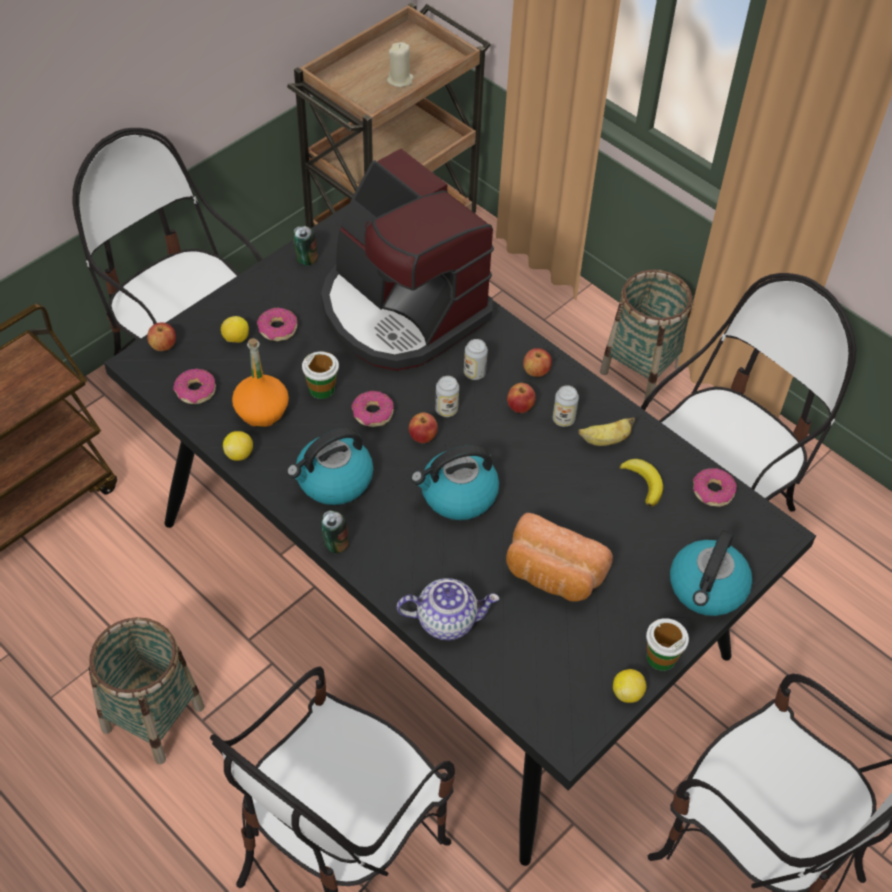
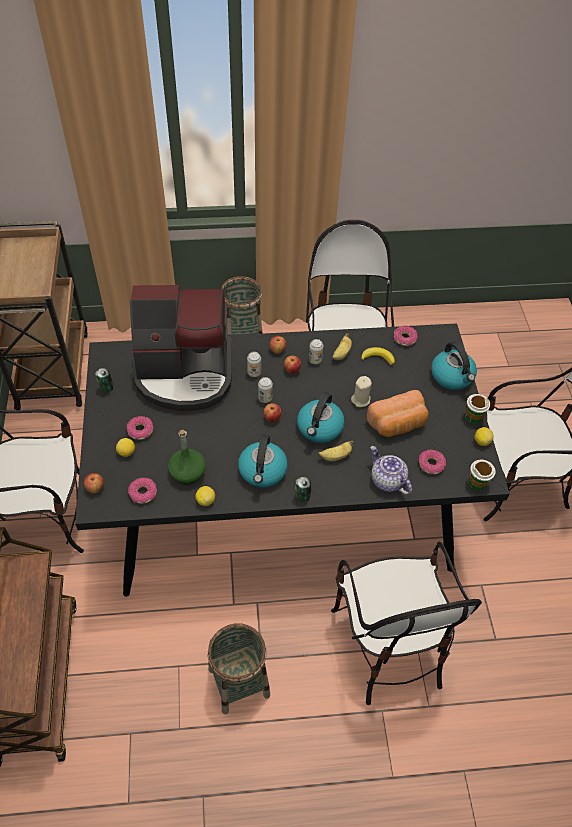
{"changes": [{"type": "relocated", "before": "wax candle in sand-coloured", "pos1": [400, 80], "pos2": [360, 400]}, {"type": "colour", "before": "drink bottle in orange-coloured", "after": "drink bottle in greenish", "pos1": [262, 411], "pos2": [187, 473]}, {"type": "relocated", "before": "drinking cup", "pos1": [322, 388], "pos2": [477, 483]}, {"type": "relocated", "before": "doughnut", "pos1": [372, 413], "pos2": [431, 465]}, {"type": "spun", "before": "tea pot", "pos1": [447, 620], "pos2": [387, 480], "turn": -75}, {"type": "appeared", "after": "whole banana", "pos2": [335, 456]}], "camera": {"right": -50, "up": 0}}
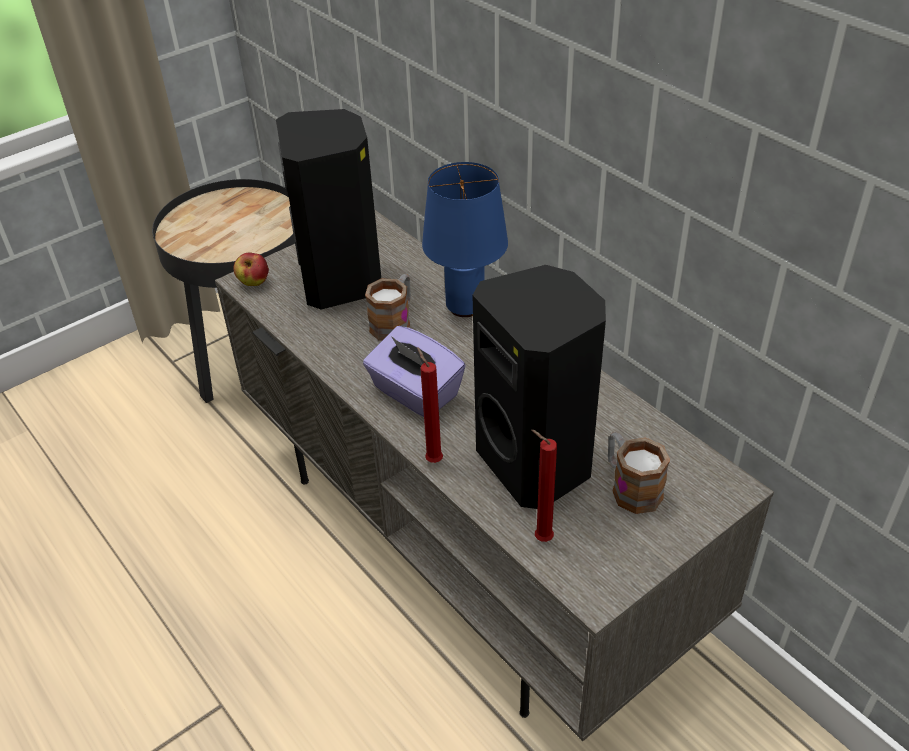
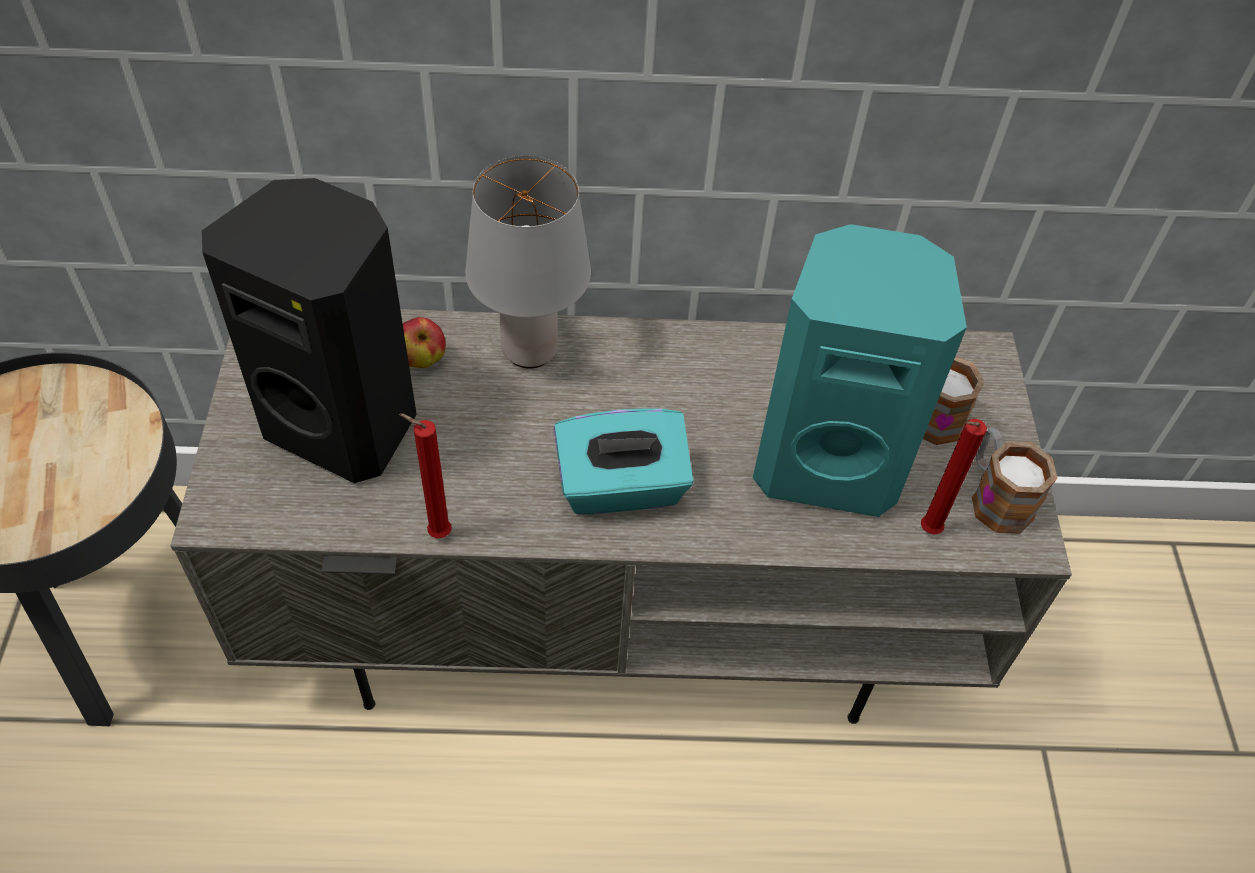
{"changes": [{"type": "colour", "before": "lamp for a table in blue-coloured", "after": "lamp for a table in grey", "pos1": [465, 306], "pos2": [528, 349]}, {"type": "relocated", "before": "apple", "pos1": [254, 283], "pos2": [421, 360]}, {"type": "colour", "before": "loudspeaker in black-coloured", "after": "loudspeaker in turquoise-coloured", "pos1": [538, 463], "pos2": [827, 462]}, {"type": "relocated", "before": "tea mug", "pos1": [394, 322], "pos2": [995, 497]}, {"type": "colour", "before": "box of tissues in purple", "after": "box of tissues in turquoise-coloured", "pos1": [415, 393], "pos2": [621, 488]}, {"type": "relocated", "before": "wax candle in reddish", "pos1": [432, 459], "pos2": [436, 533]}], "camera": {"right": -55, "up": 10}}
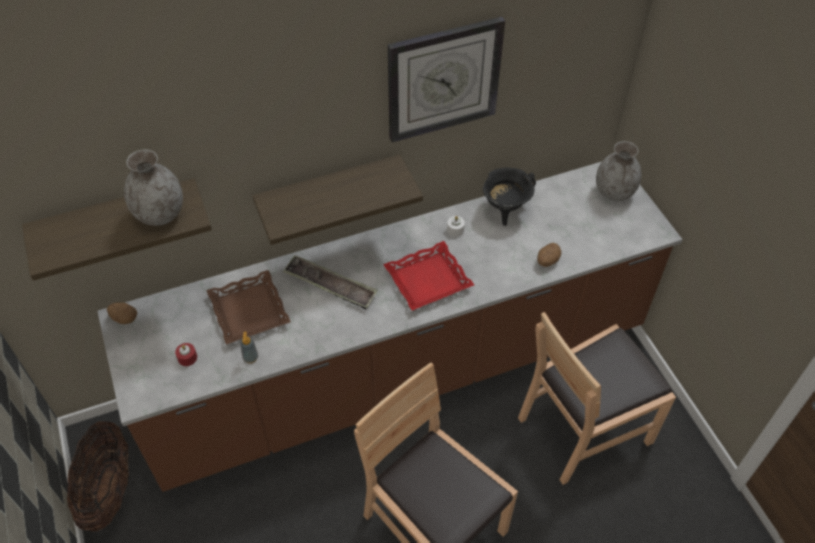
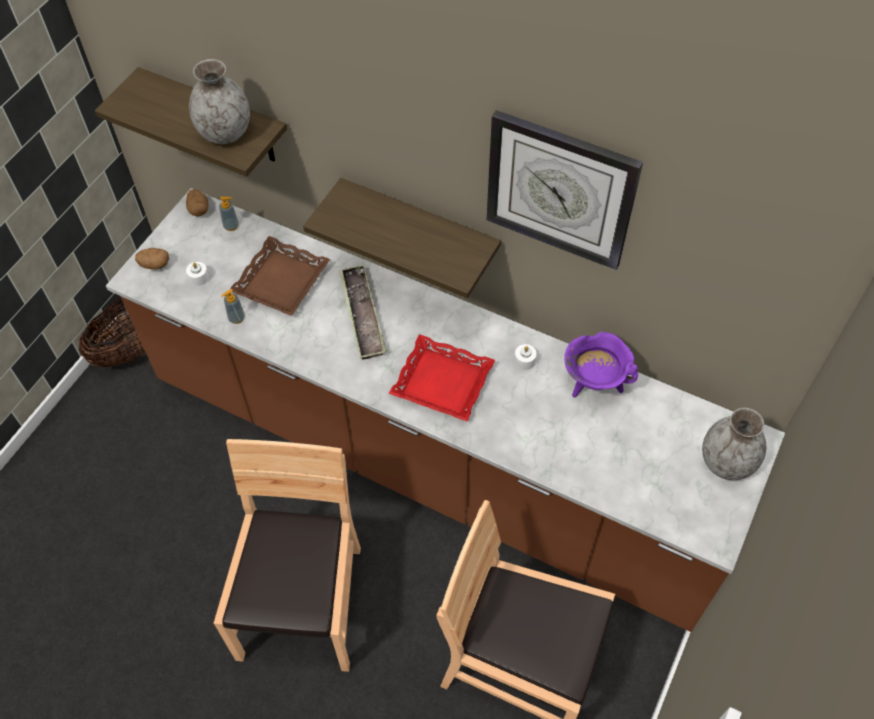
{"changes": [{"type": "colour", "before": "cooking pot in black-coloured", "after": "cooking pot in purple", "pos1": [505, 210], "pos2": [594, 383]}, {"type": "relocated", "before": "whole potato", "pos1": [547, 261], "pos2": [154, 265]}, {"type": "colour", "before": "wax candle in reddish", "after": "wax candle in whitish", "pos1": [187, 358], "pos2": [199, 277]}, {"type": "appeared", "after": "soap dispenser", "pos2": [231, 226]}], "camera": {"right": 50, "up": 5}}
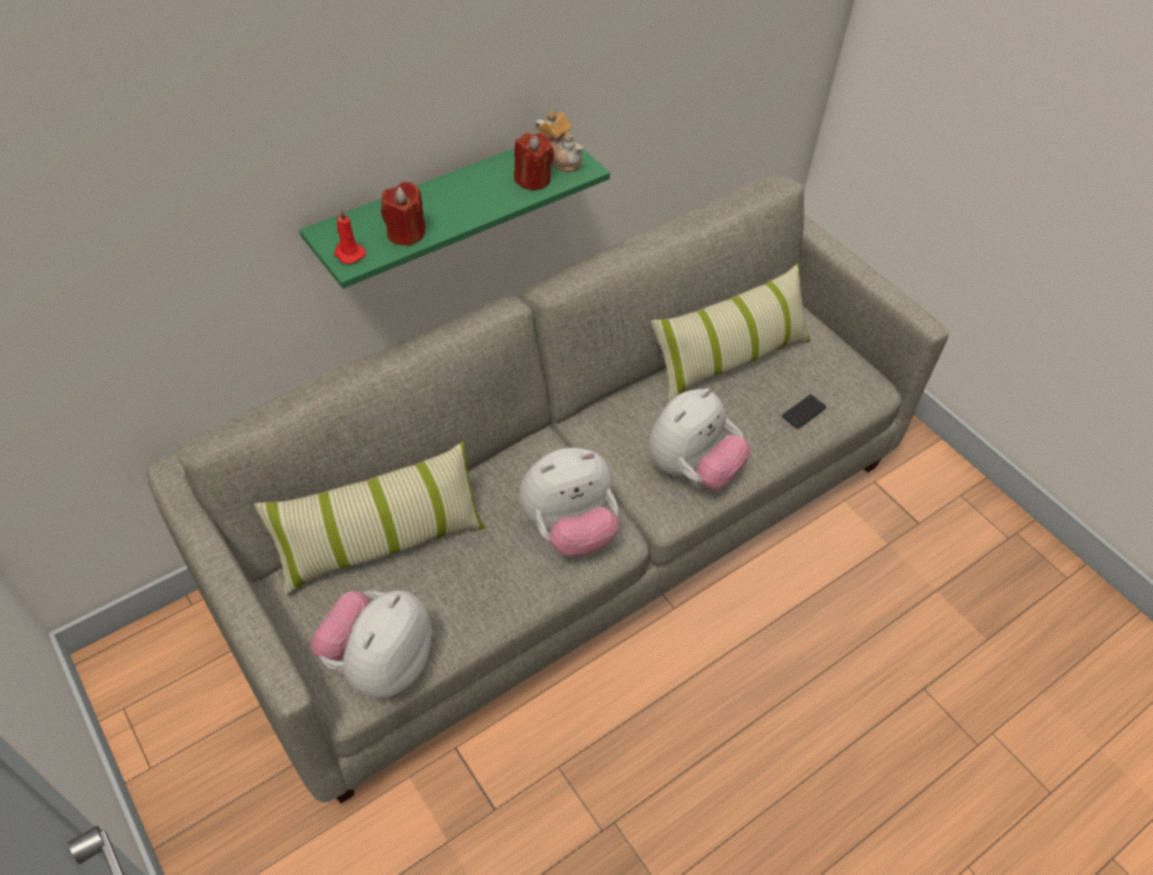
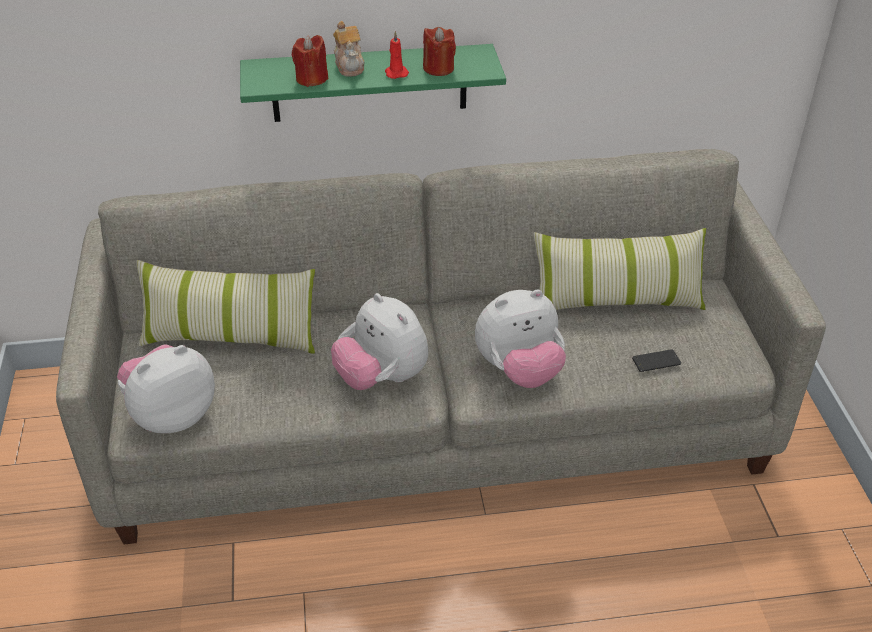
{"changes": [{"type": "relocated", "before": "tea pot", "pos1": [560, 157], "pos2": [350, 66]}, {"type": "relocated", "before": "wax candle in reddish", "pos1": [348, 253], "pos2": [396, 73]}, {"type": "spun", "before": "plush toy", "pos1": [569, 528], "pos2": [382, 378], "turn": 45}], "camera": {"right": 30, "up": -10}}
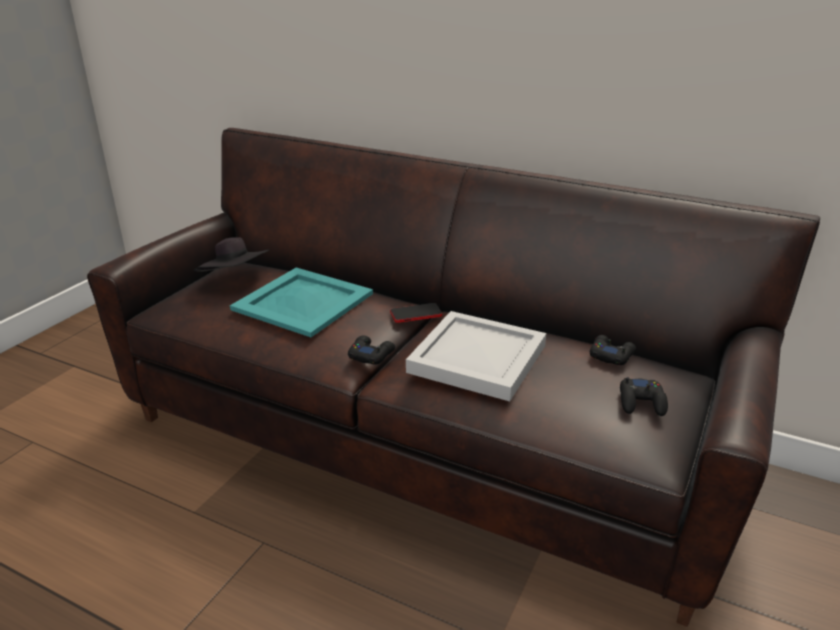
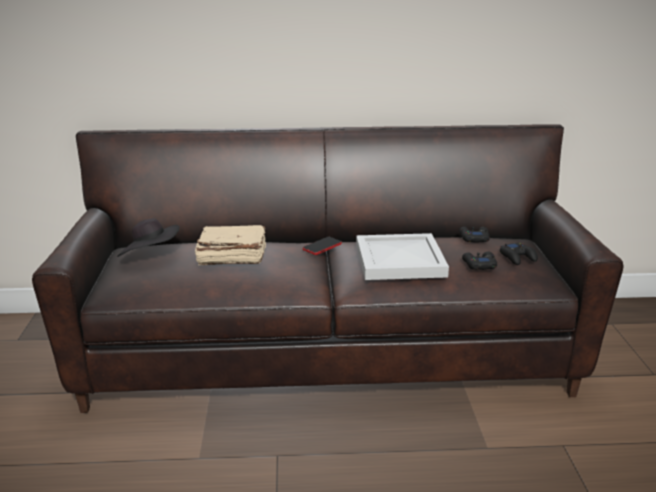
{"changes": [{"type": "exchanged", "before": "carrying tray in turquoise-coloured", "after": "book in sand-coloured", "pos1": [303, 301], "pos2": [231, 257]}, {"type": "relocated", "before": "gamepad in black-coloured", "pos1": [371, 355], "pos2": [479, 265]}], "camera": {"right": -30, "up": -5}}
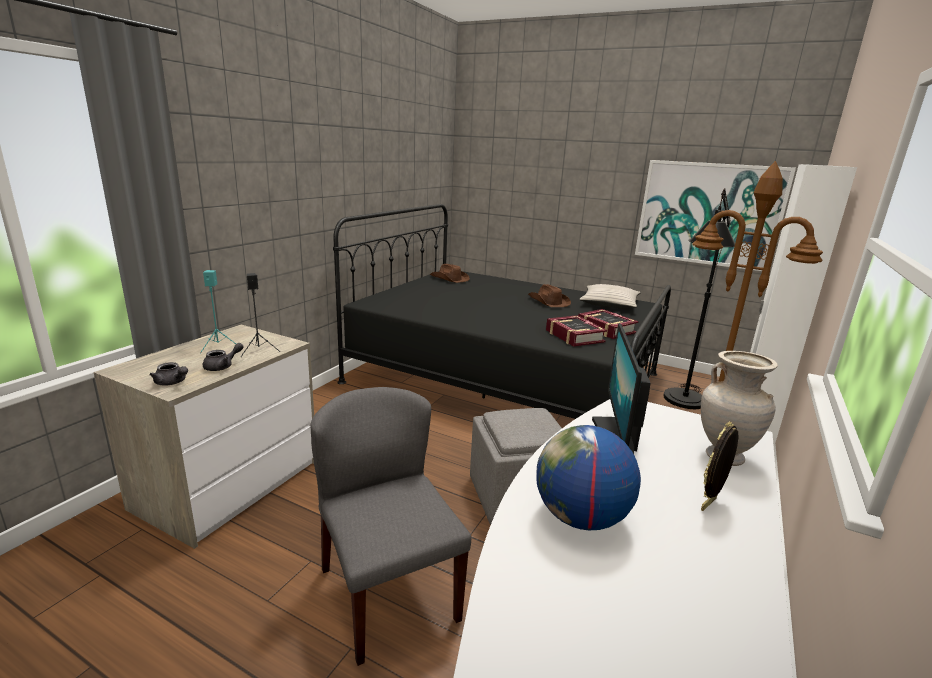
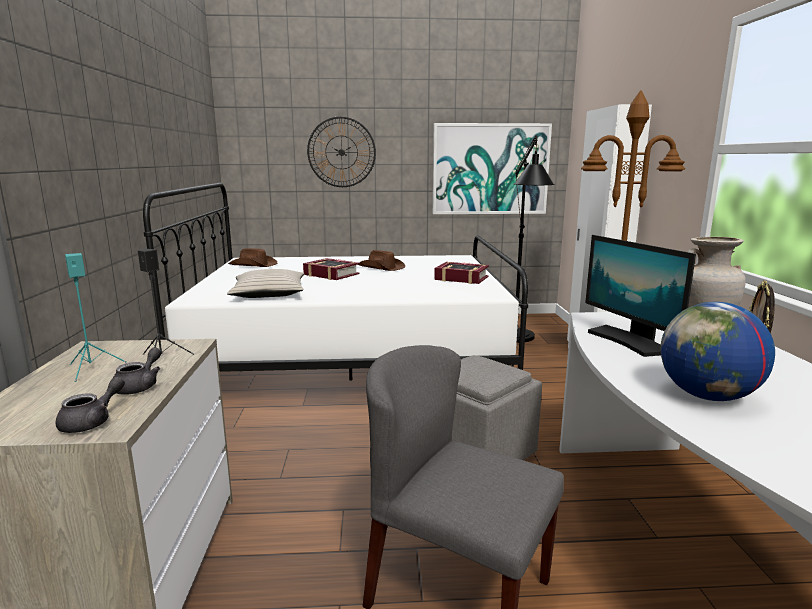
{"changes": [{"type": "colour", "before": "bed in black-coloured", "after": "bed in whitish", "pos1": [505, 378], "pos2": [353, 357]}, {"type": "relocated", "before": "pillow in sand-coloured", "pos1": [609, 304], "pos2": [269, 293]}, {"type": "relocated", "before": "book", "pos1": [574, 336], "pos2": [331, 274]}, {"type": "spun", "before": "tea pot in grey", "pos1": [172, 383], "pos2": [92, 422], "turn": -60}, {"type": "appeared", "after": "clock on the wall", "pos2": [341, 152]}], "camera": {"right": -30, "up": -5}}
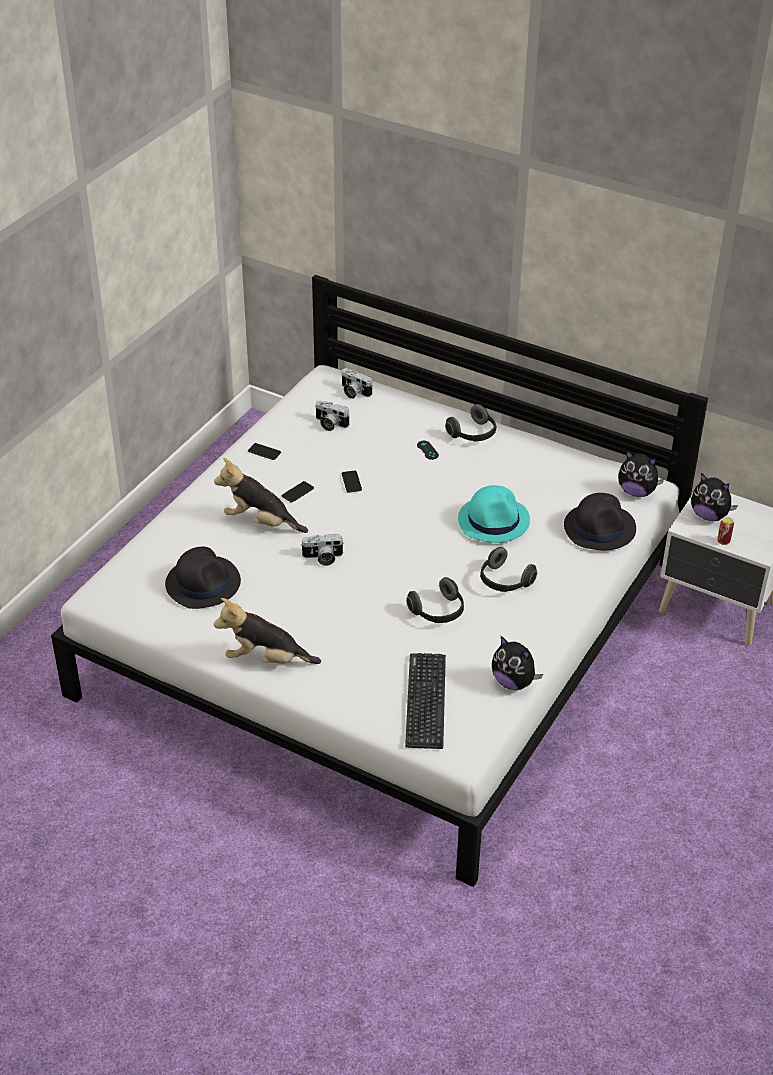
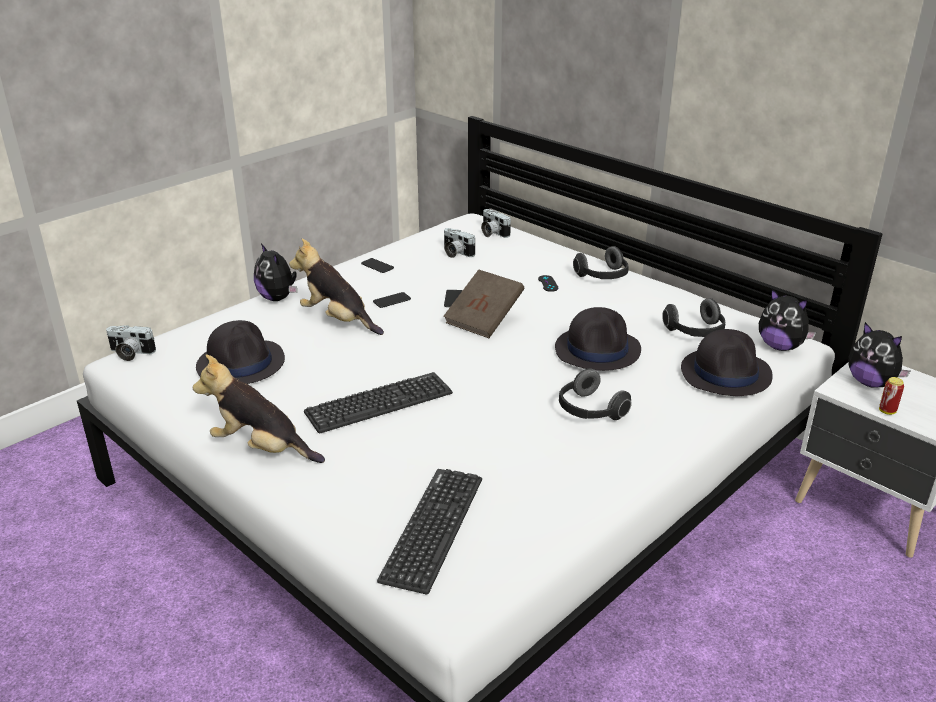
{"changes": [{"type": "colour", "before": "clothing hat in turquoise-coloured", "after": "clothing hat in black-coloured", "pos1": [494, 520], "pos2": [598, 350]}, {"type": "relocated", "before": "still camera", "pos1": [322, 558], "pos2": [130, 353]}, {"type": "relocated", "before": "headset", "pos1": [438, 612], "pos2": [695, 332]}, {"type": "relocated", "before": "plush toy", "pos1": [513, 682], "pos2": [278, 298]}, {"type": "appeared", "after": "book in brownish", "pos2": [484, 319]}, {"type": "appeared", "after": "keyboard", "pos2": [379, 403]}], "camera": {"right": 15, "up": -10}}
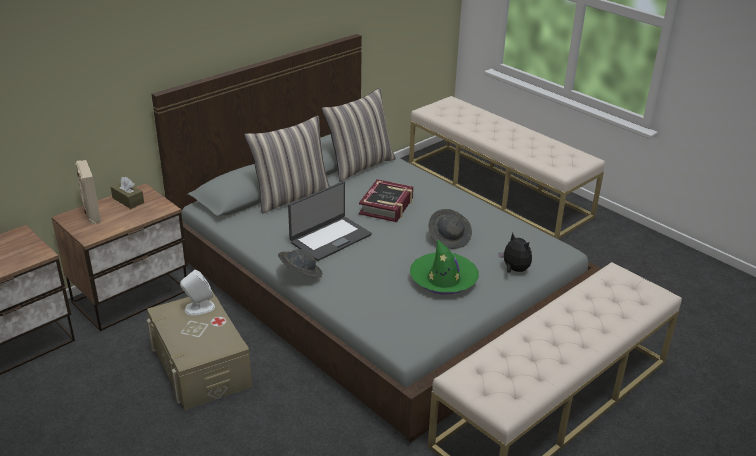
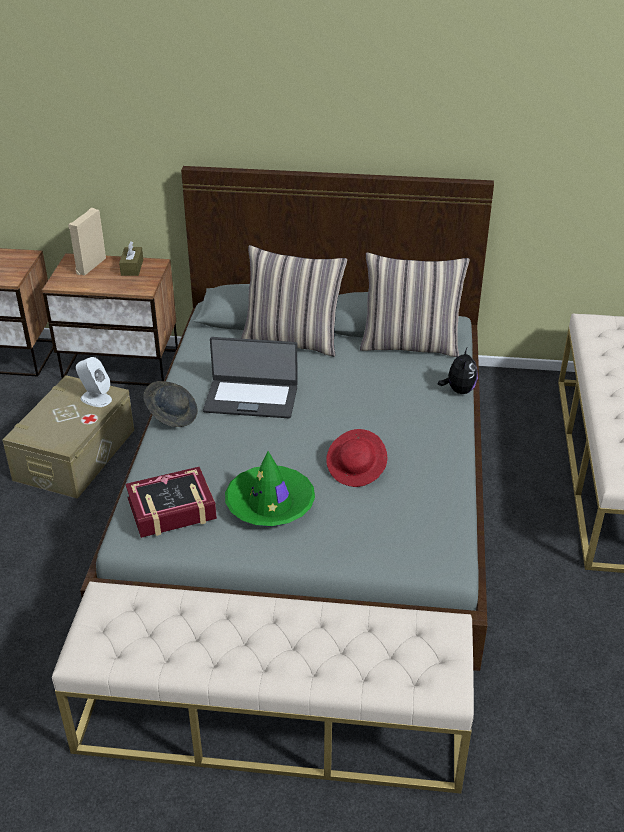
{"changes": [{"type": "relocated", "before": "book", "pos1": [387, 206], "pos2": [172, 509]}, {"type": "colour", "before": "clothing hat in grey", "after": "clothing hat in reddish", "pos1": [449, 238], "pos2": [357, 469]}, {"type": "relocated", "before": "plush toy", "pos1": [514, 270], "pos2": [458, 390]}], "camera": {"right": 50, "up": 5}}
